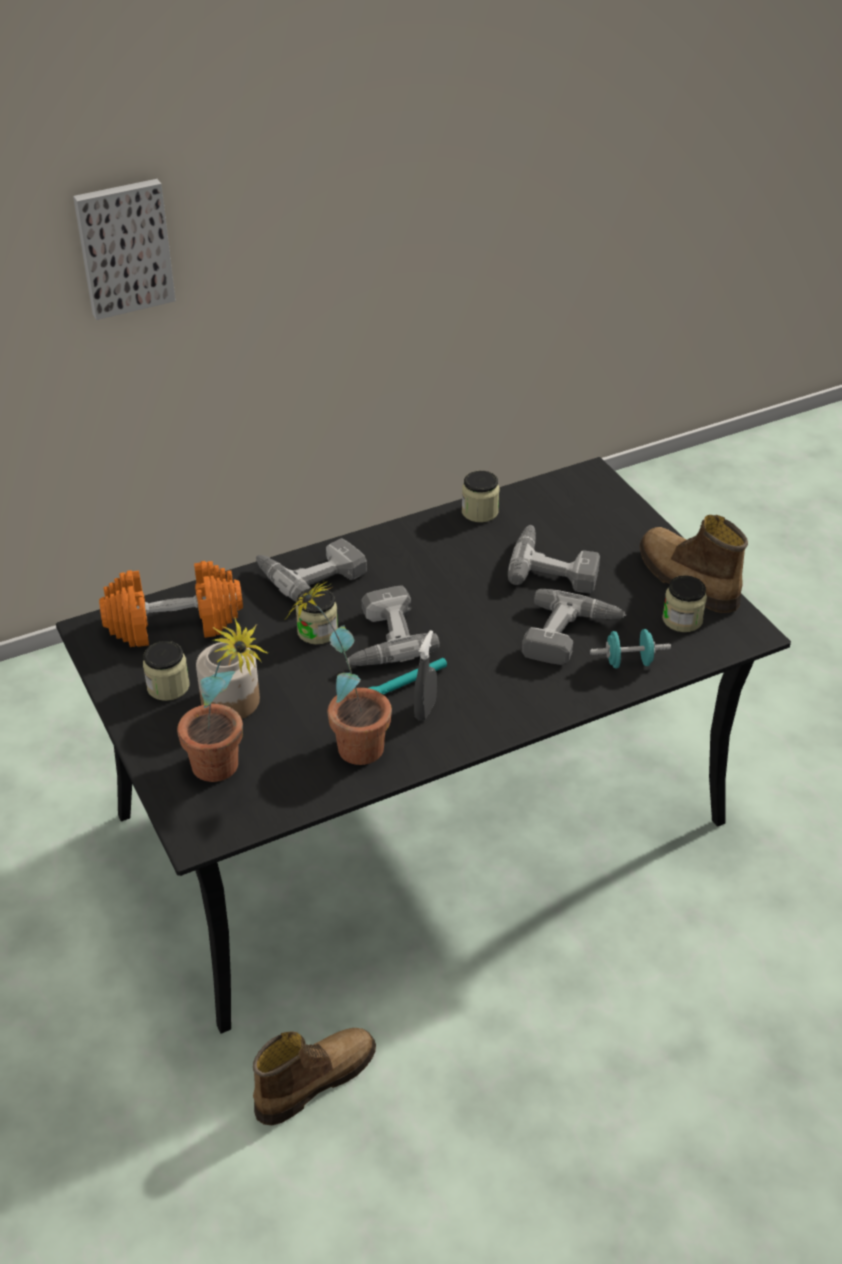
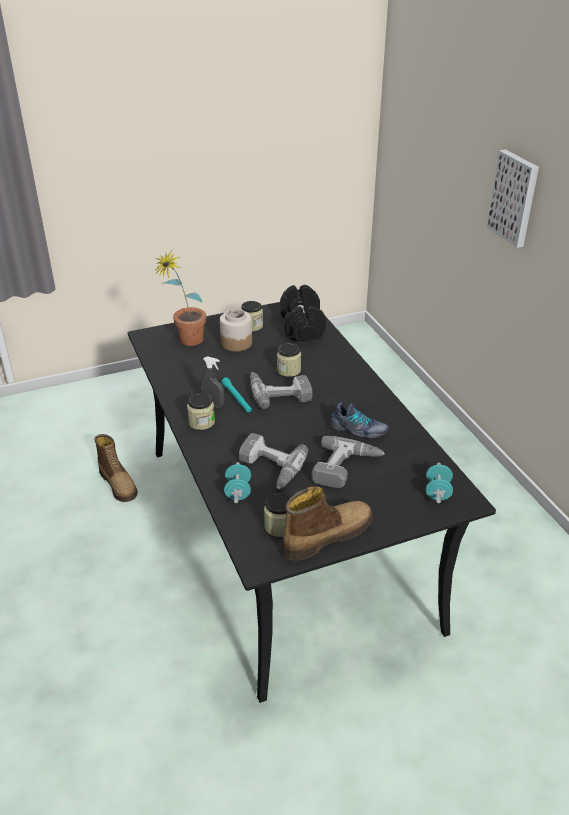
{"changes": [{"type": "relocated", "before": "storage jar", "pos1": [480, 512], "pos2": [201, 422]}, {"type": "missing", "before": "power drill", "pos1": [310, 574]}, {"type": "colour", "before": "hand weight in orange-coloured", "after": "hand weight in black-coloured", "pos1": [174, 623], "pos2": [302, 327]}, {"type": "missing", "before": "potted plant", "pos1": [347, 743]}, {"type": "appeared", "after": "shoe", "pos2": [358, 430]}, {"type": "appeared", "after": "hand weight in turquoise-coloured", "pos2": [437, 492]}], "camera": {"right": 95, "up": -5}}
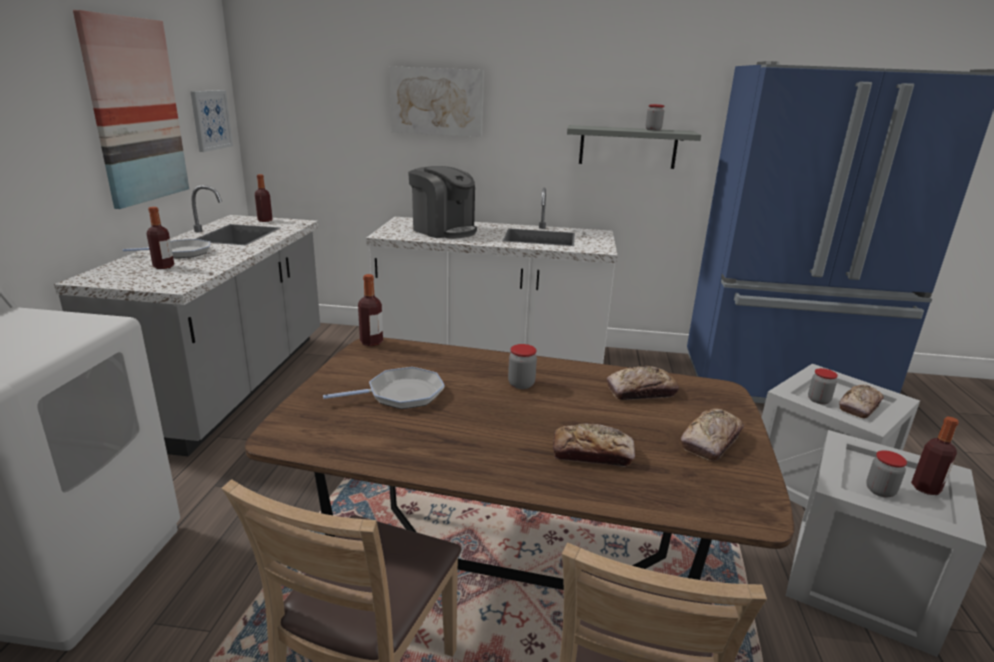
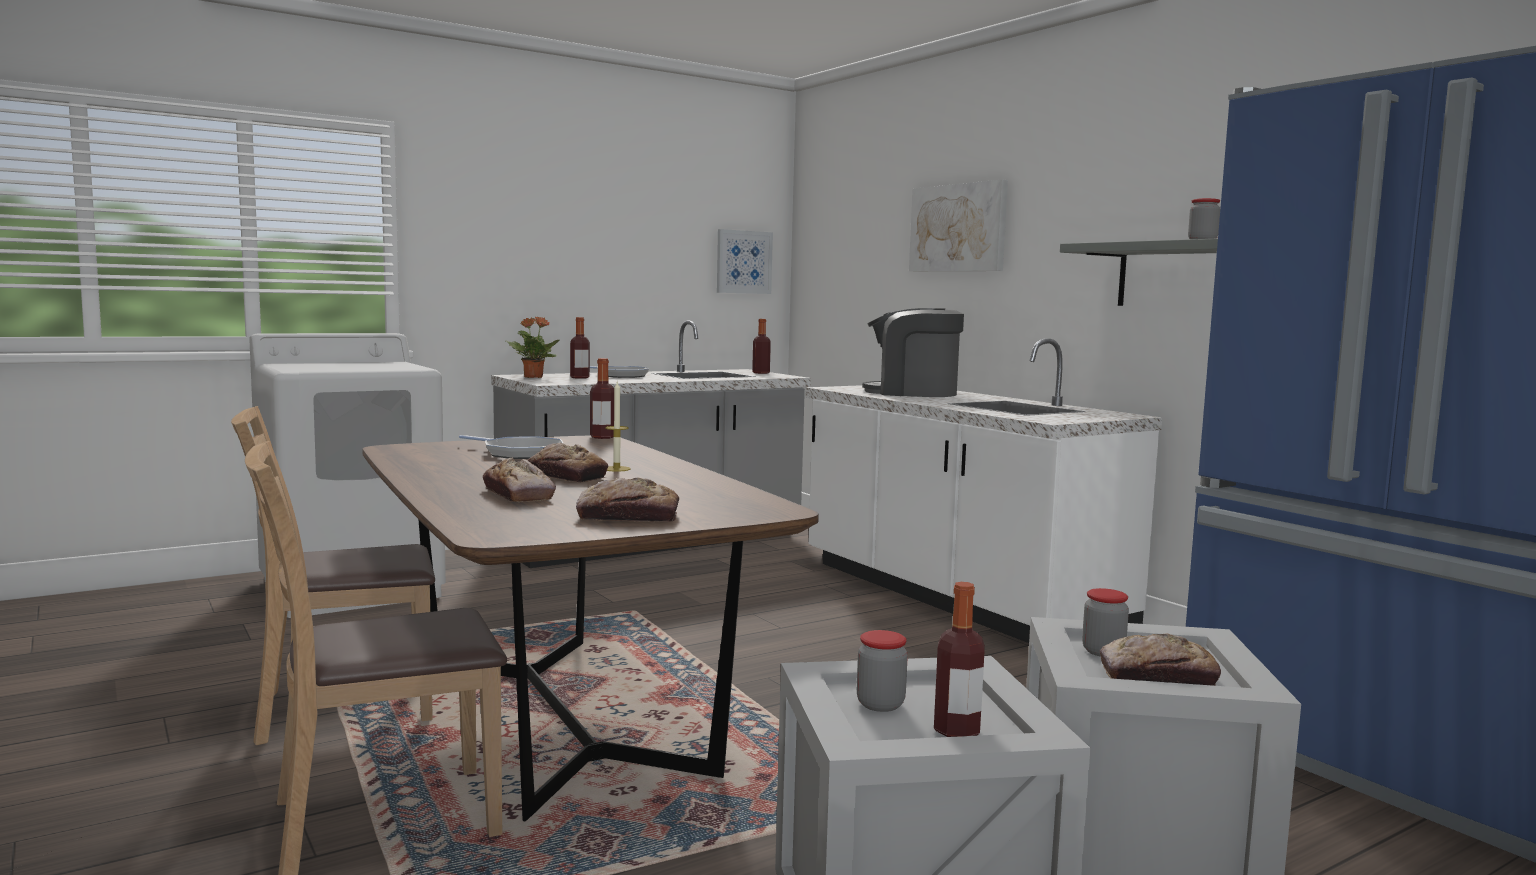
{"changes": [{"type": "missing", "before": "wall picture", "pos1": [135, 111]}, {"type": "spun", "before": "coffee brewer", "pos1": [443, 230], "pos2": [912, 393], "turn": 105}, {"type": "exchanged", "before": "storage jar", "after": "wax candle", "pos1": [521, 384], "pos2": [616, 469]}, {"type": "relocated", "before": "baked bread", "pos1": [641, 391], "pos2": [566, 475]}, {"type": "appeared", "after": "potted plant", "pos2": [533, 377]}], "camera": {"right": 50, "up": -15}}
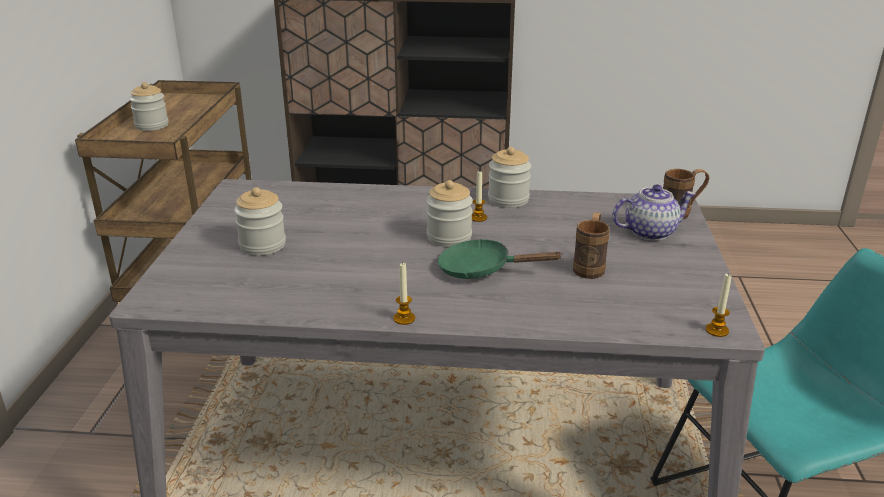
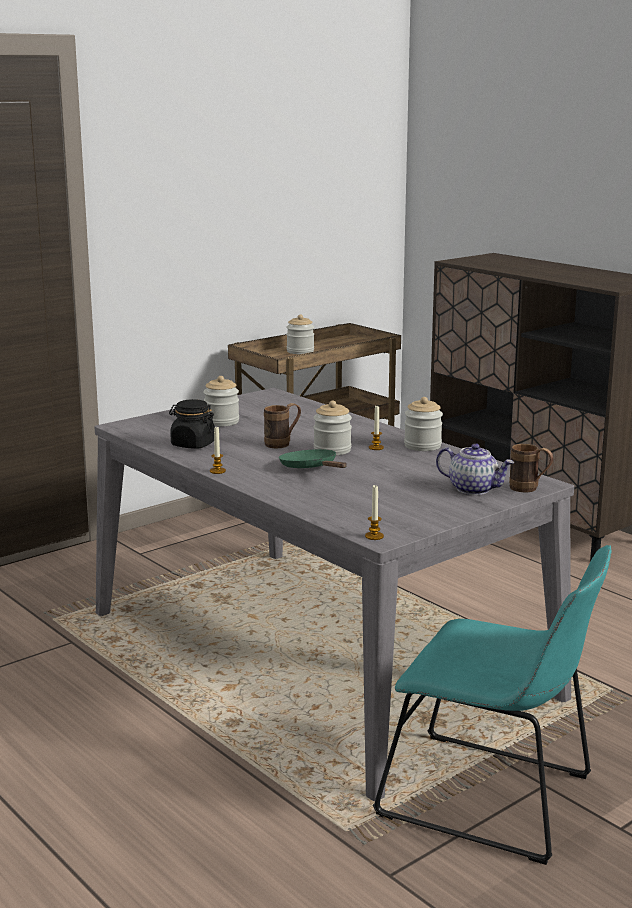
{"changes": [{"type": "relocated", "before": "tea mug in brownish", "pos1": [590, 267], "pos2": [282, 444]}, {"type": "appeared", "after": "storage jar in black-coloured", "pos2": [193, 444]}], "camera": {"right": 45, "up": -10}}
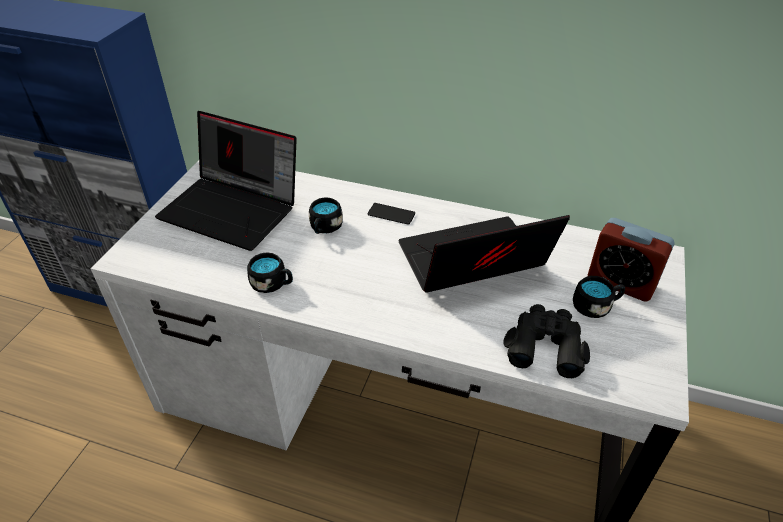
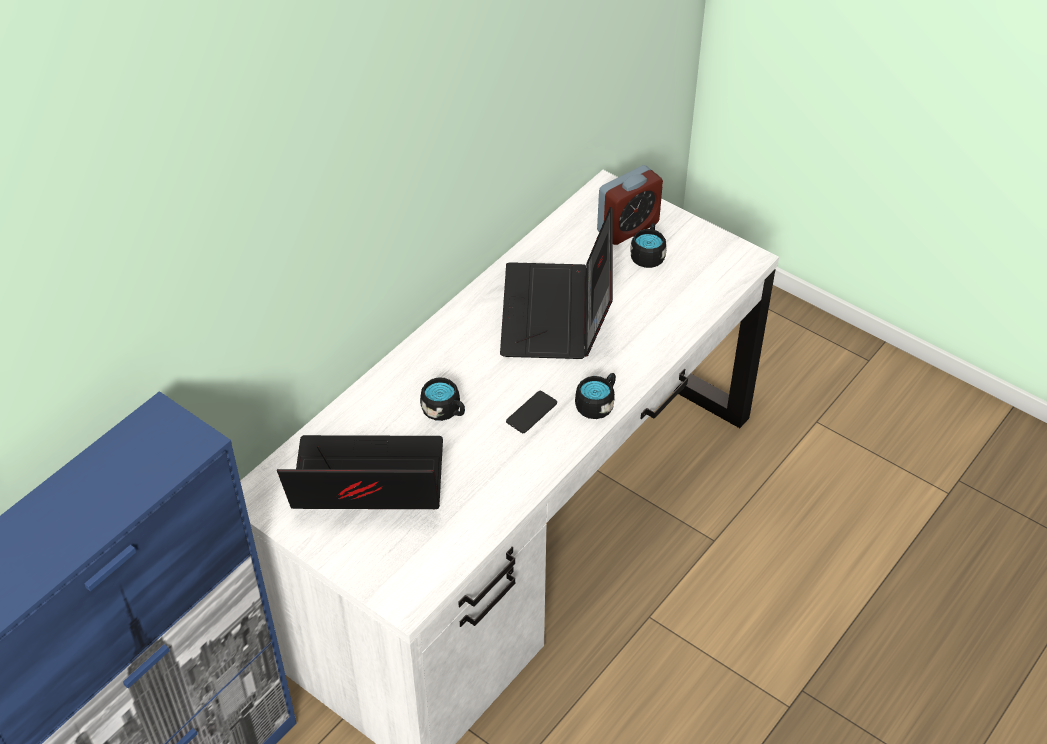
{"changes": [{"type": "spun", "before": "notebook computer", "pos1": [234, 209], "pos2": [365, 486], "turn": -135}, {"type": "relocated", "before": "telephone", "pos1": [391, 214], "pos2": [531, 412]}, {"type": "relocated", "before": "tea mug in black-coloured", "pos1": [273, 284], "pos2": [597, 404]}, {"type": "missing", "before": "binoculars in black-coloured", "pos1": [545, 345]}], "camera": {"right": -70, "up": 5}}
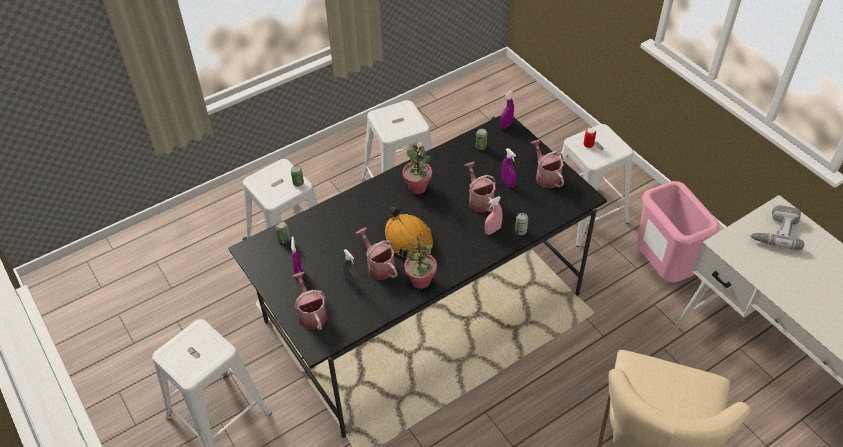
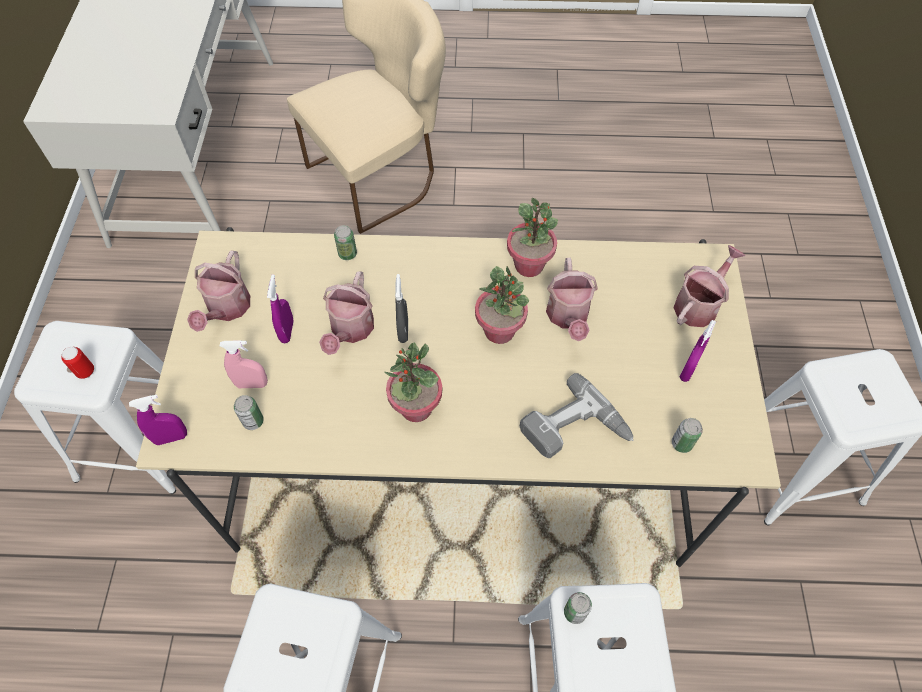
{"changes": [{"type": "colour", "before": "kitchen table in black-coloured", "after": "kitchen table in sand-coloured", "pos1": [423, 308], "pos2": [460, 445]}, {"type": "missing", "before": "waste bin in pink", "pos1": [660, 269]}, {"type": "relocated", "before": "spray bottle in pink", "pos1": [492, 230], "pos2": [252, 384]}, {"type": "relocated", "before": "power drill", "pos1": [774, 231], "pos2": [575, 431]}, {"type": "exchanged", "before": "hard hat in orange-coloured", "after": "potted plant", "pos1": [408, 239], "pos2": [500, 331]}, {"type": "relocated", "before": "spray bottle in grey", "pos1": [352, 284], "pos2": [403, 331]}, {"type": "spun", "before": "sprinkling can", "pos1": [311, 313], "pos2": [699, 304], "turn": -150}], "camera": {"right": -145, "up": 10}}
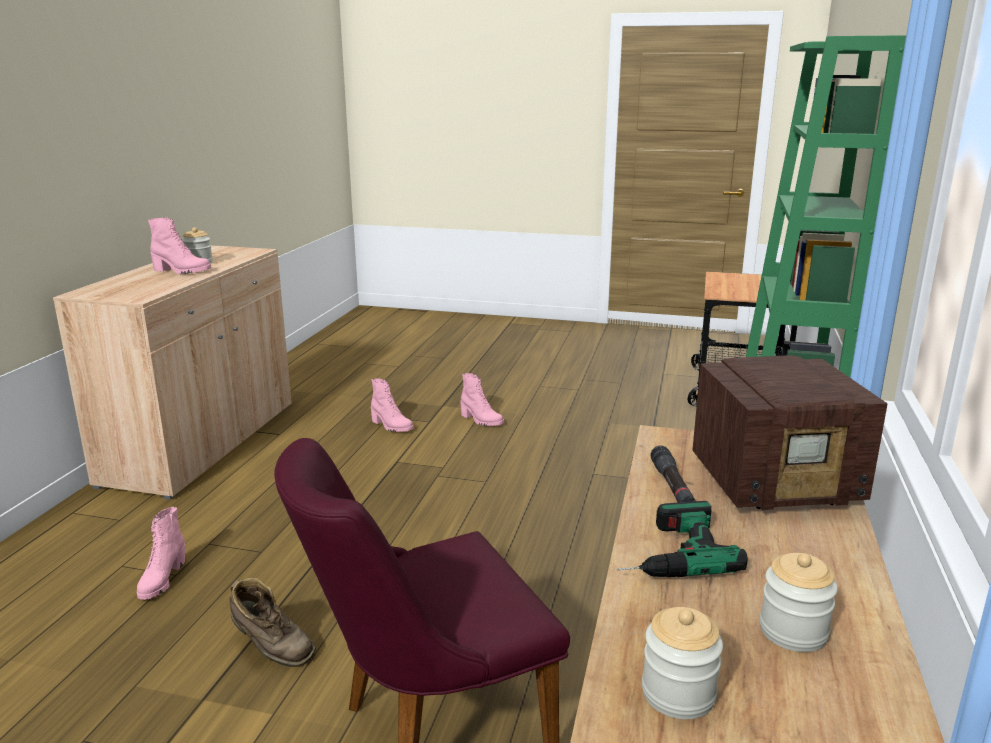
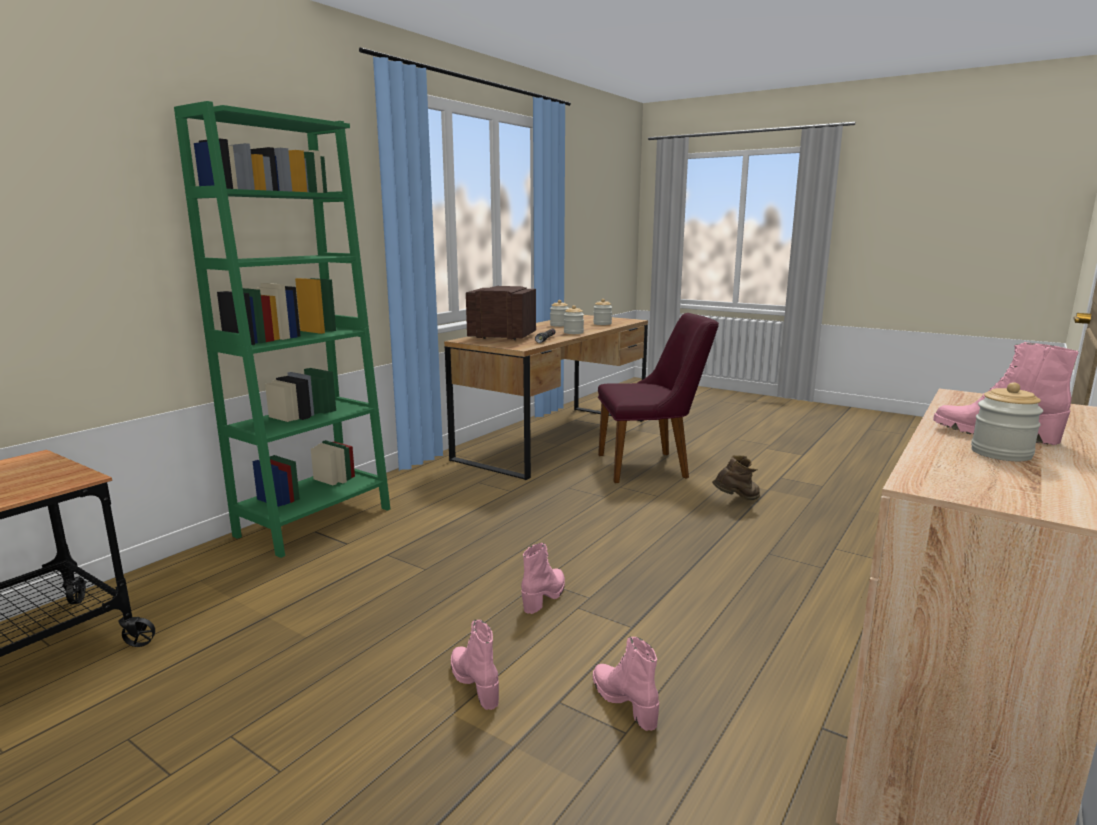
{"changes": [{"type": "exchanged", "before": "power drill", "after": "storage jar", "pos1": [666, 552], "pos2": [573, 332]}, {"type": "relocated", "before": "high-top boot in pink", "pos1": [162, 580], "pos2": [545, 597]}, {"type": "spun", "before": "high-top boot in brownish", "pos1": [271, 650], "pos2": [737, 500], "turn": 105}], "camera": {"right": -160, "up": -5}}
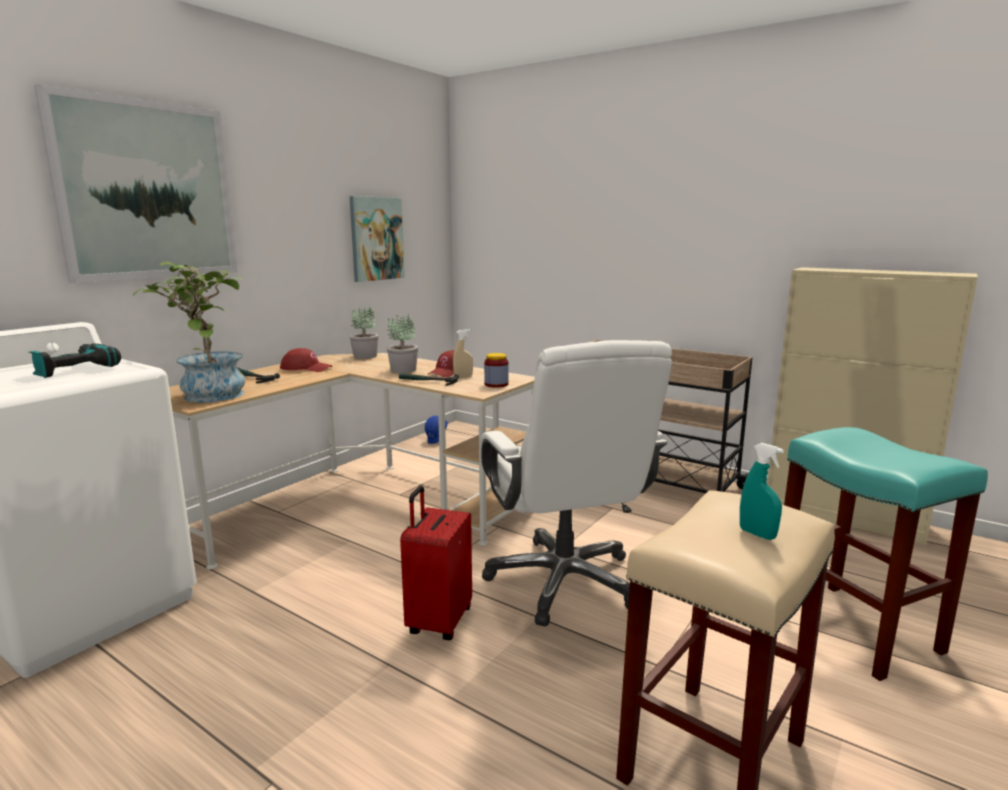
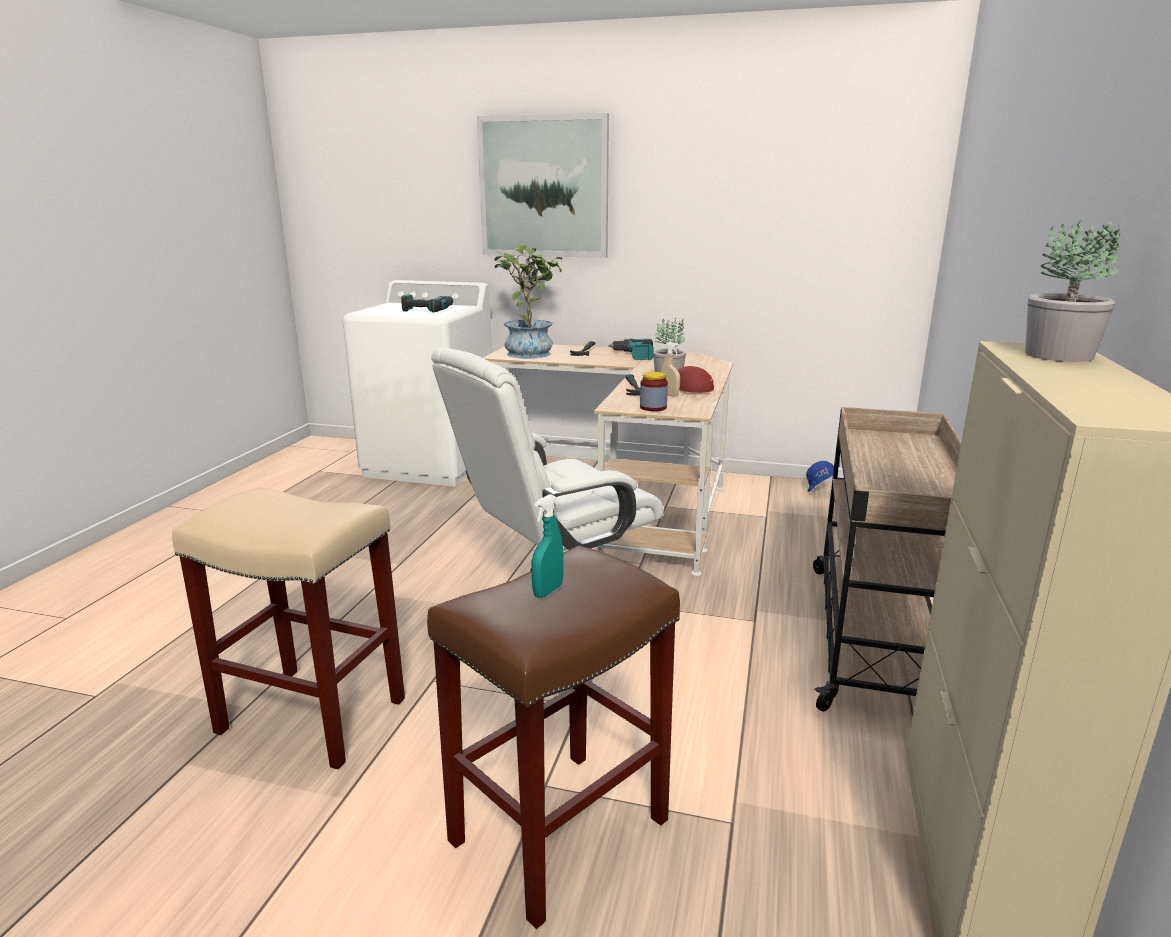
{"changes": [{"type": "missing", "before": "wall picture", "pos1": [376, 239]}, {"type": "relocated", "before": "potted plant", "pos1": [365, 356], "pos2": [1059, 356]}, {"type": "exchanged", "before": "cap in reddish", "after": "power drill", "pos1": [306, 368], "pos2": [634, 356]}, {"type": "colour", "before": "stool in turquoise-coloured", "after": "stool in brownish", "pos1": [856, 629], "pos2": [558, 833]}, {"type": "relocated", "before": "spray bottle in turquoise-coloured", "pos1": [757, 534], "pos2": [548, 591]}, {"type": "missing", "before": "piece of luggage in reddish", "pos1": [438, 621]}], "camera": {"right": 70, "up": 5}}
